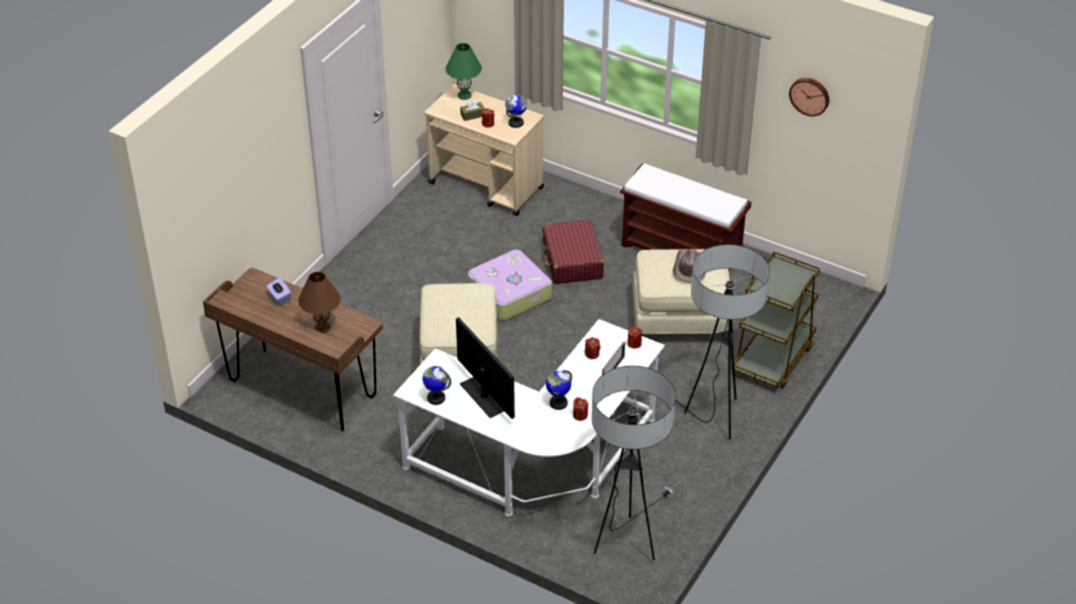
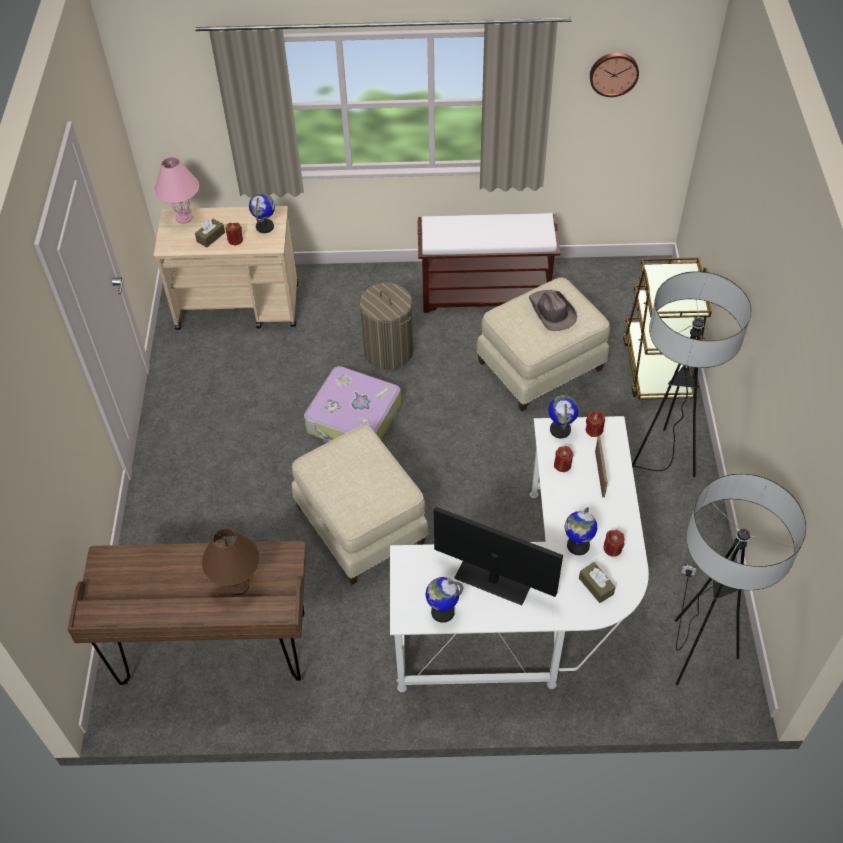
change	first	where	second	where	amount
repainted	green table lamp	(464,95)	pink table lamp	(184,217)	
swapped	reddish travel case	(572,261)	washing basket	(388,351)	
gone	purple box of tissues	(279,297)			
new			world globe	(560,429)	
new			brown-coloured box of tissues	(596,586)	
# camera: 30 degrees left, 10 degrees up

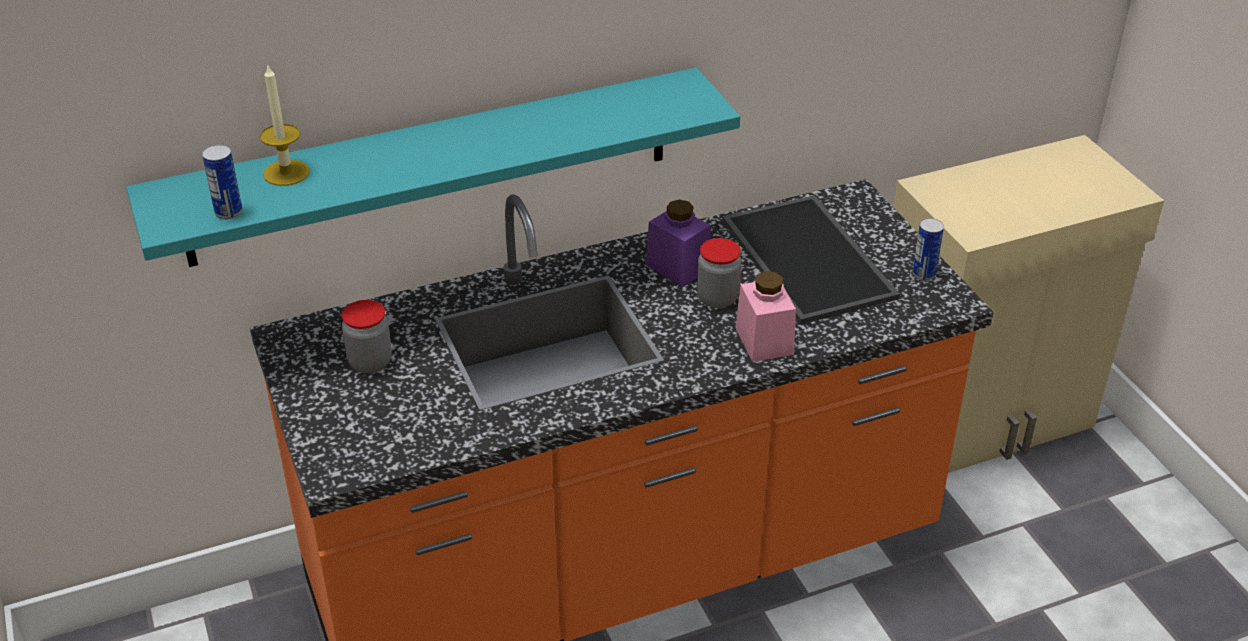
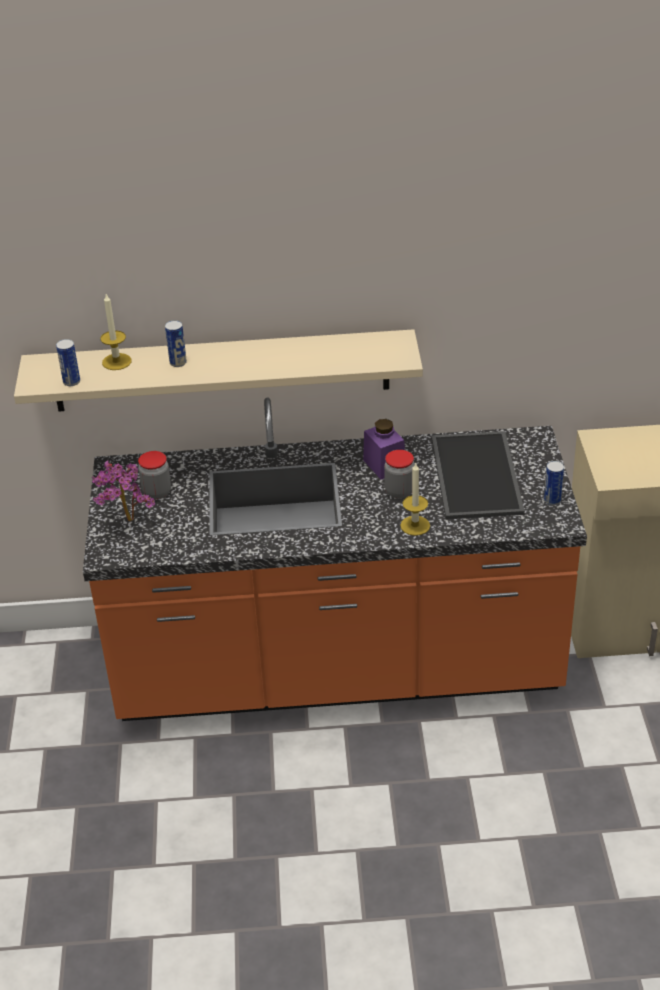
change	first	where	second	where	amount
repainted	turquoise-coloured wall shelf	(432,166)	beige-coloured wall shelf	(221,370)	
swapped	pink storage jar	(764,341)	wax candle	(415,525)	
new			can	(178,362)	
new			potted plant	(125,522)	
# camera: 20 degrees right, 0 degrees up

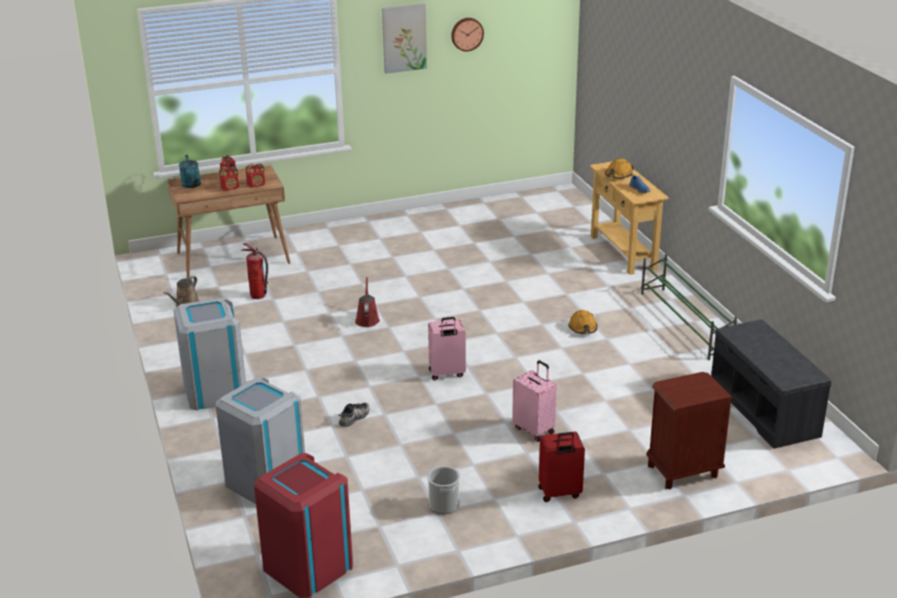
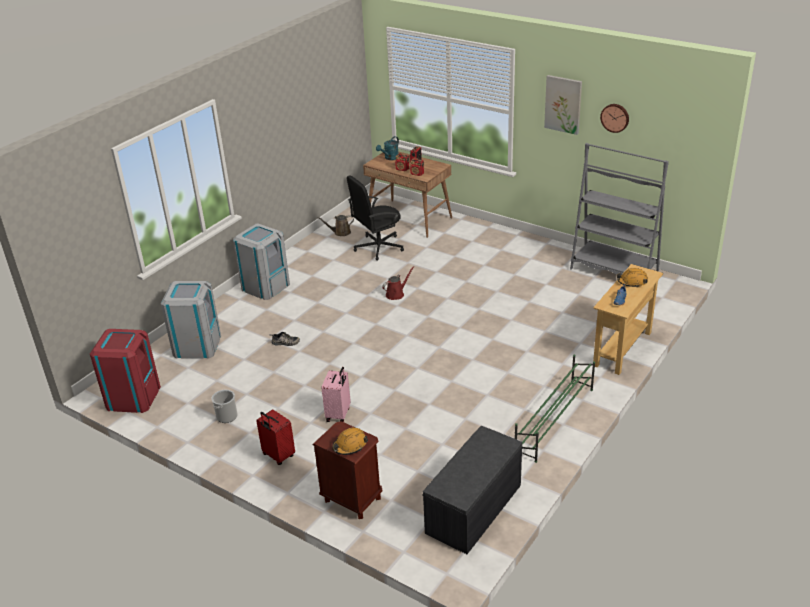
change	first	where	second	where	amount
swapped	fire extinguisher	(258,295)	blackish desk chair	(378,247)	
shifted	orangey work helmet	(583,328)		(350,445)	
gone	pink travel case	(447,374)			
new			grey shelving unit	(614,270)	
# camera: 55 degrees right, 5 degrees up

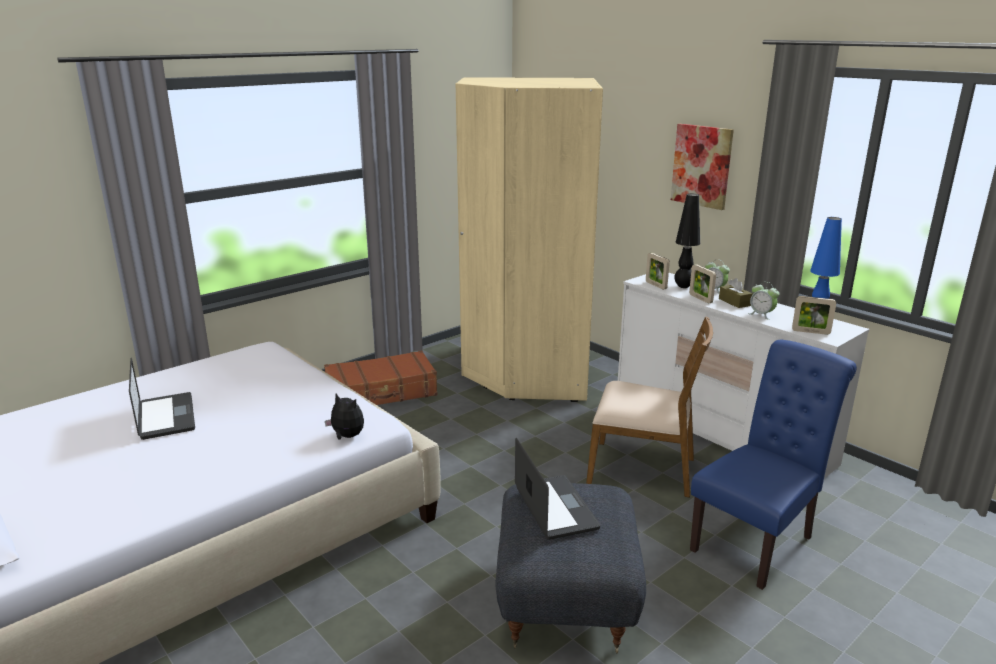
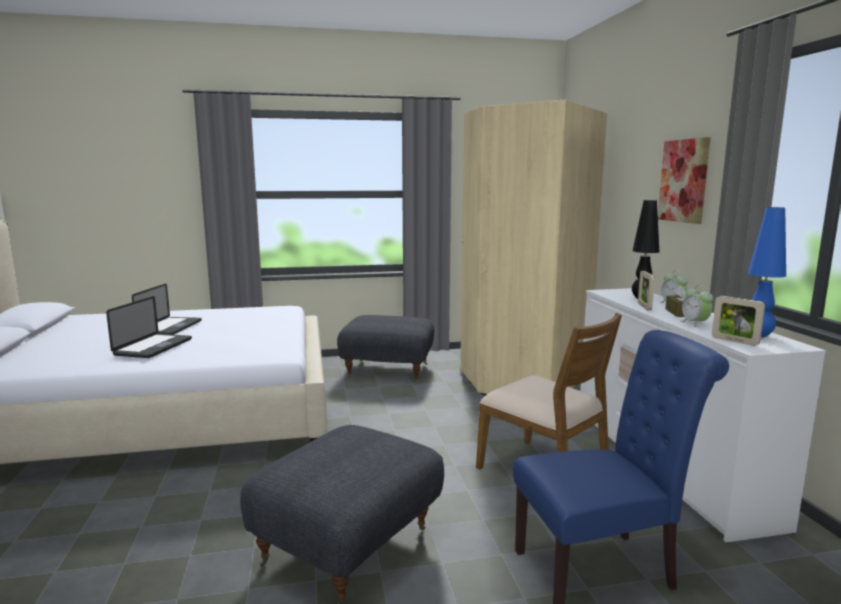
change	first	where	second	where	amount
gone	photo frame	(656,285)			
swapped	brown-coloured travel case	(382,392)	grey pouffe	(388,370)	
gone	cuddly toy	(347,437)			
shifted	portable computer	(555,508)		(153,347)	
# camera: 30 degrees right, 10 degrees down

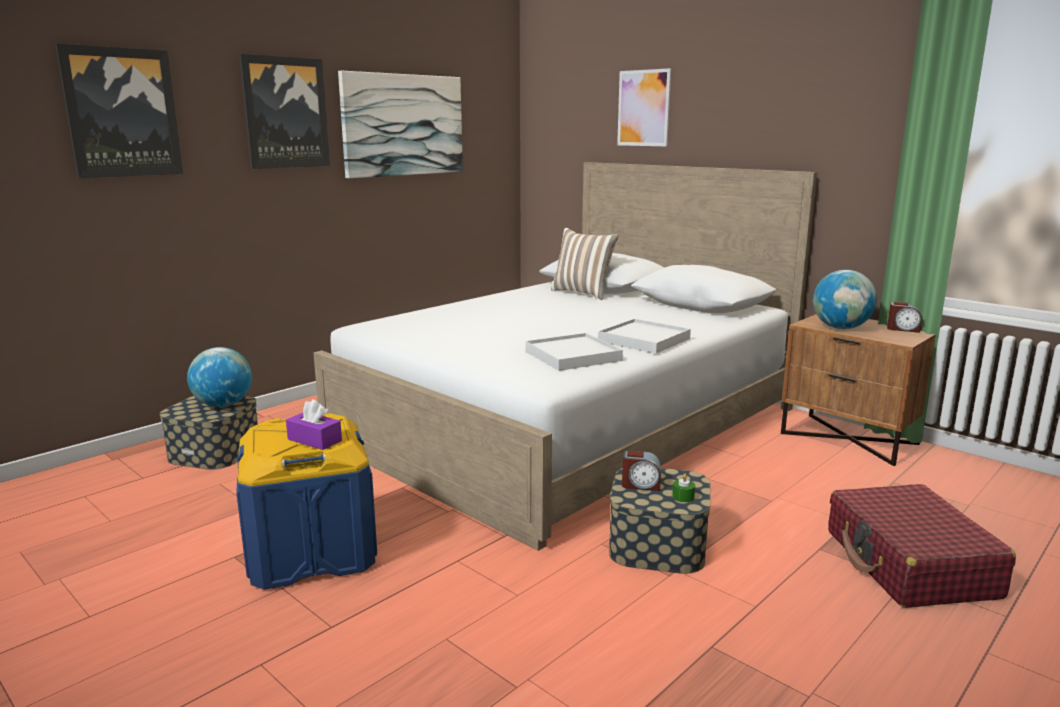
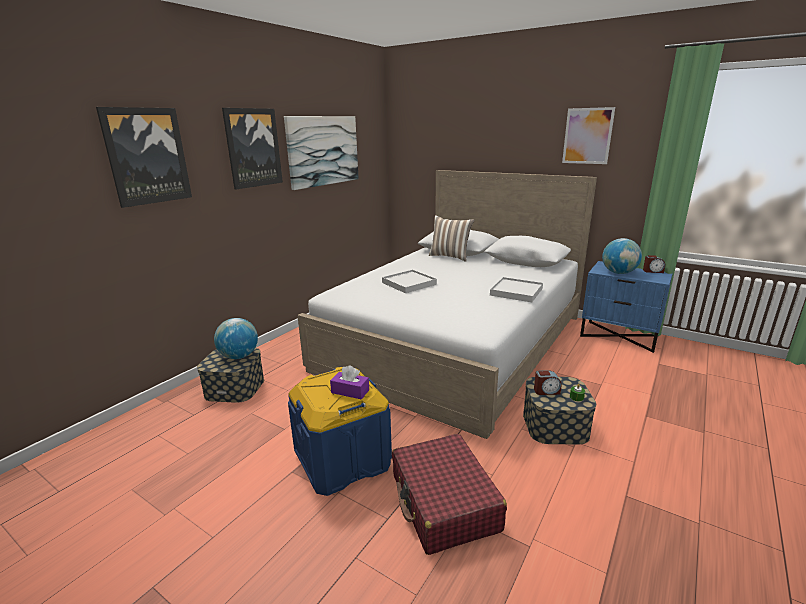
change	first	where	second	where	amount
shifted	wall art	(643,108)		(587,136)	
repainted	brown-coloured bedside table	(850,438)	bluish bedside table	(619,336)	
shifted	whitish serving tray	(572,356)		(409,283)	
shifted	reddish travel case	(909,564)		(444,503)	
# camera: 10 degrees left, 5 degrees up

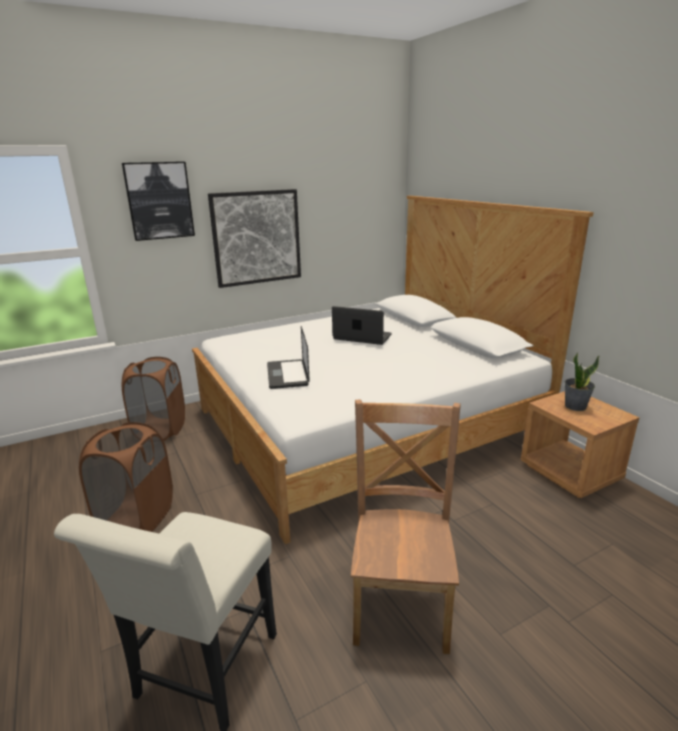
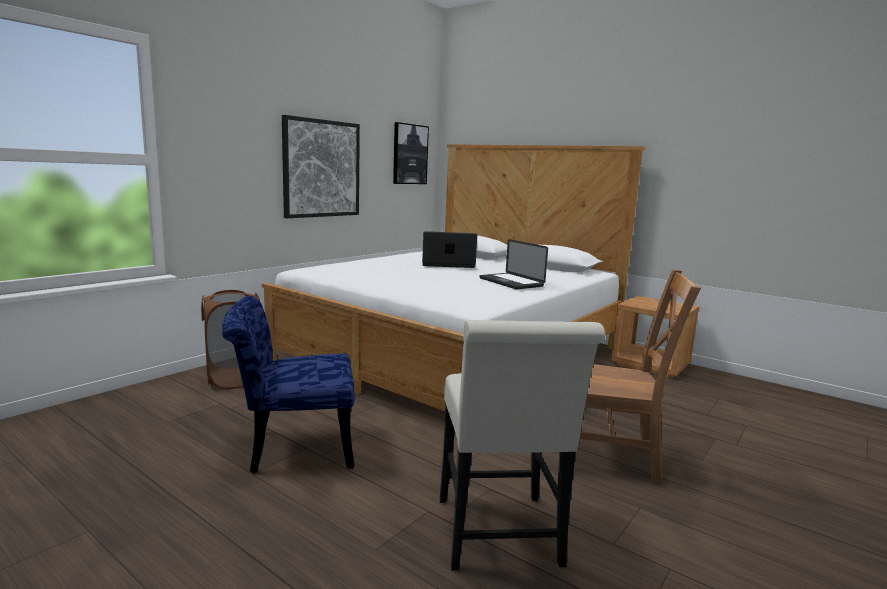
change	first	where	second	where	amount
shifted	wall art	(159,201)		(409,154)	
shifted	portable computer	(287,375)		(511,282)	
gone	potted plant	(575,406)			
rotated	brown-coloured plain chair	(401,601)		(613,456)	120 degrees clockwise
swapped	brown-coloured washing basket	(137,518)	bluish plain chair	(291,448)	
# camera: 25 degrees left, 10 degrees down

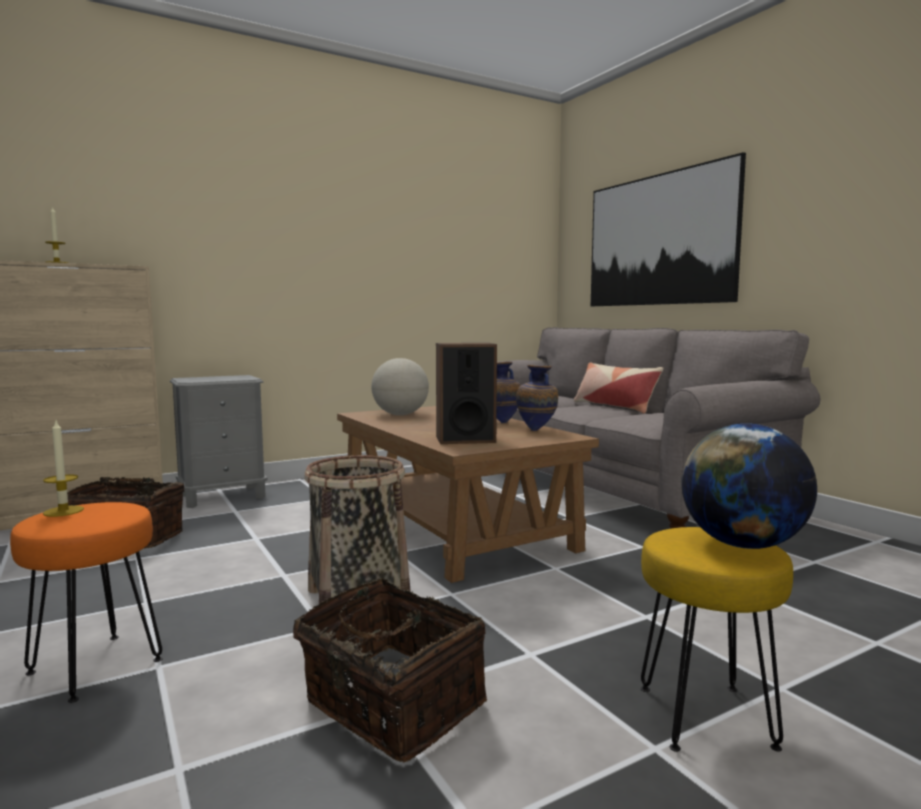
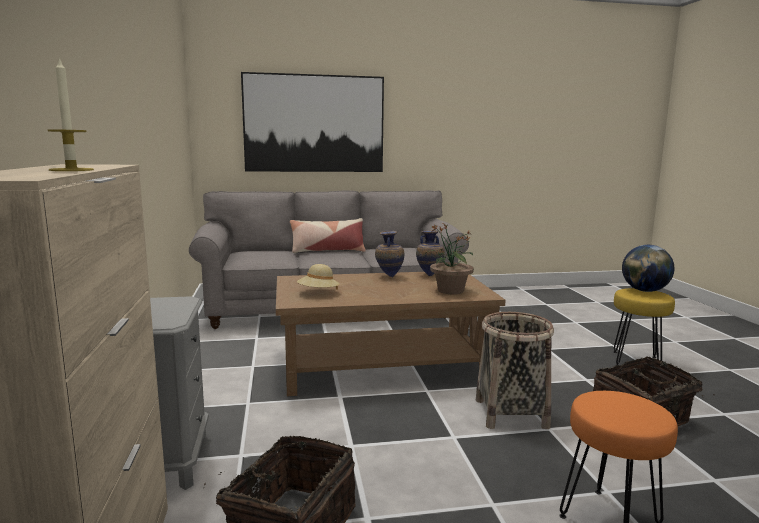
change	first	where	second	where	amount
swapped	loudspeaker	(465,439)	potted plant	(450,291)	
swapped	world globe	(400,415)	beige-coloured hat	(318,293)	
gone	wax candle	(63,511)			
# camera: 70 degrees left, 5 degrees up

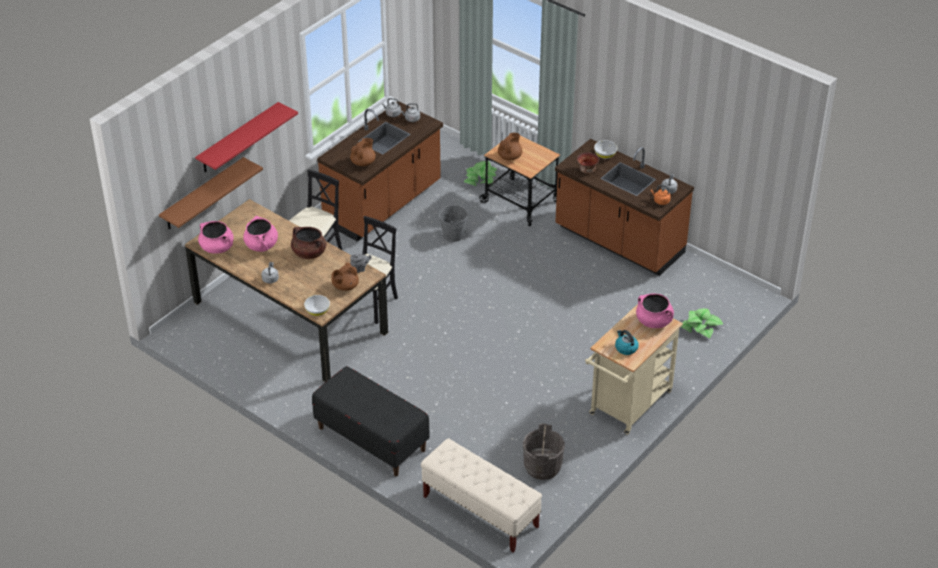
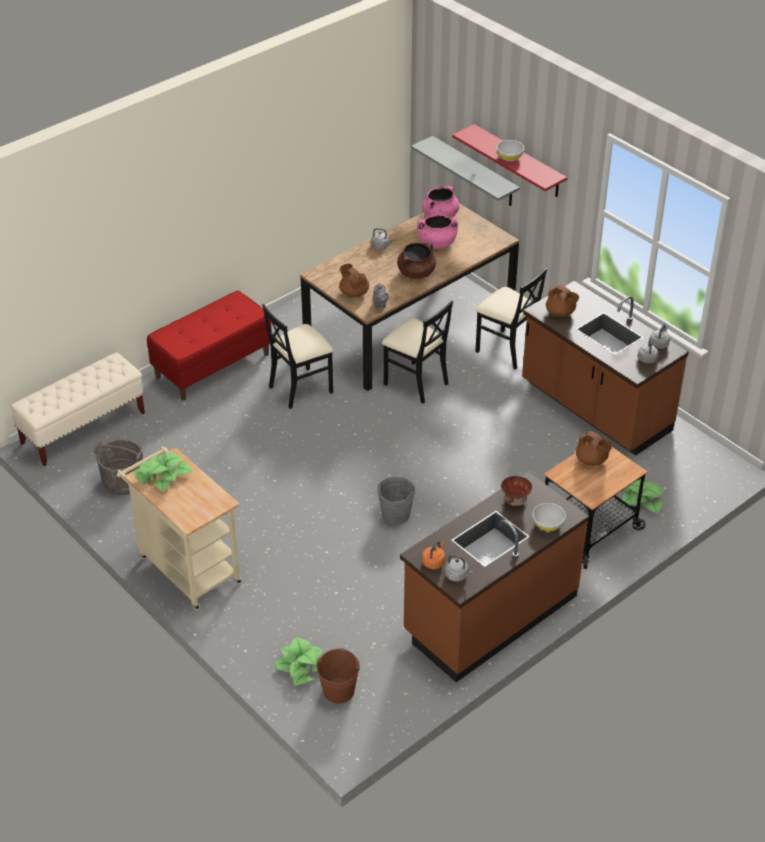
change	first	where	second	where	amount
repainted	brown-coloured wall shelf	(203,194)	grey wall shelf	(474,172)	
shifted	grey bucket	(453,235)		(395,514)	
gone	pink saucepot	(654,321)			
shifted	whitish bowl	(317,311)		(509,157)	
swapped	tea kettle	(626,348)	potted plant	(162,476)	
repainted	blackish long seat	(371,439)	reddish long seat	(212,365)	
new			blackish plain chair	(301,388)	
new			brown-coloured bucket	(338,691)	
# camera: 100 degrees right, 0 degrees up

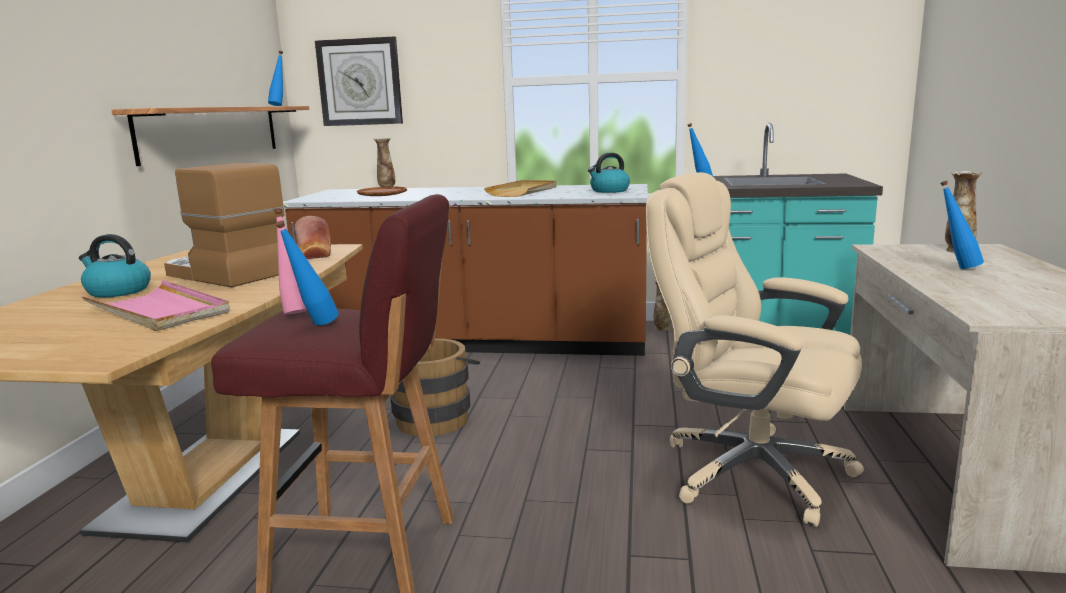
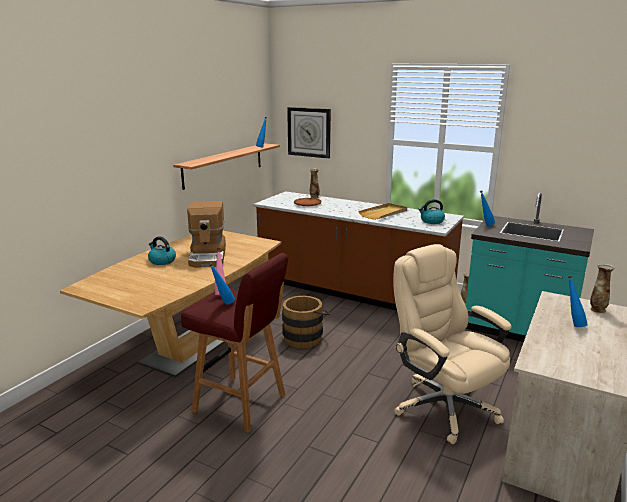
change	first	where	second	where	amount
rotated	coffee brewer	(225,274)		(208,256)	150 degrees counterclockwise
gone	bakery bread	(314,253)			
gone	pink serving tray	(159,311)			
# camera: 20 degrees right, 5 degrees up

